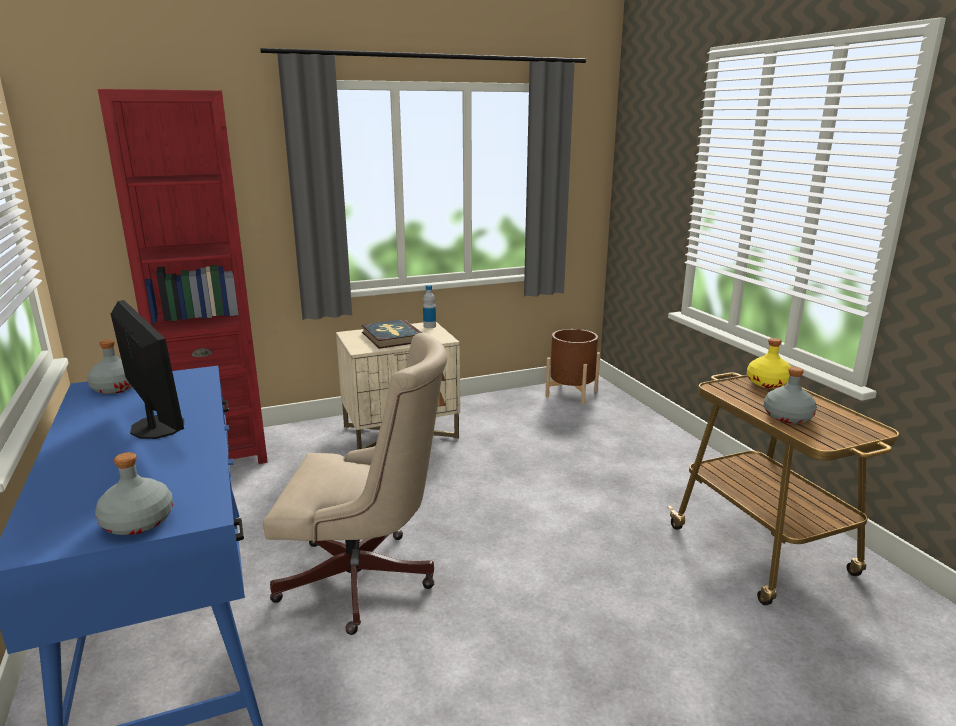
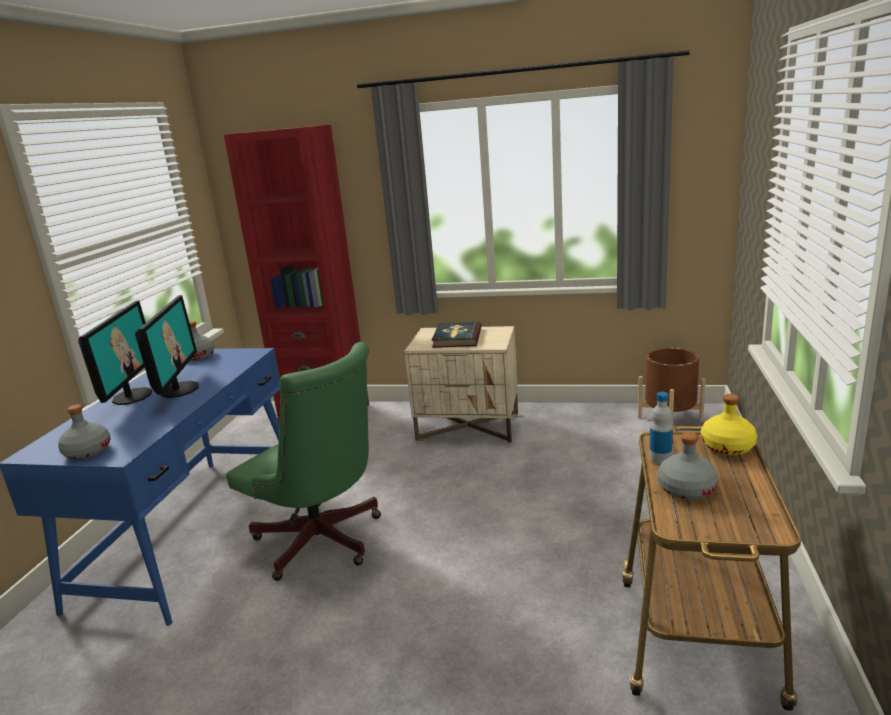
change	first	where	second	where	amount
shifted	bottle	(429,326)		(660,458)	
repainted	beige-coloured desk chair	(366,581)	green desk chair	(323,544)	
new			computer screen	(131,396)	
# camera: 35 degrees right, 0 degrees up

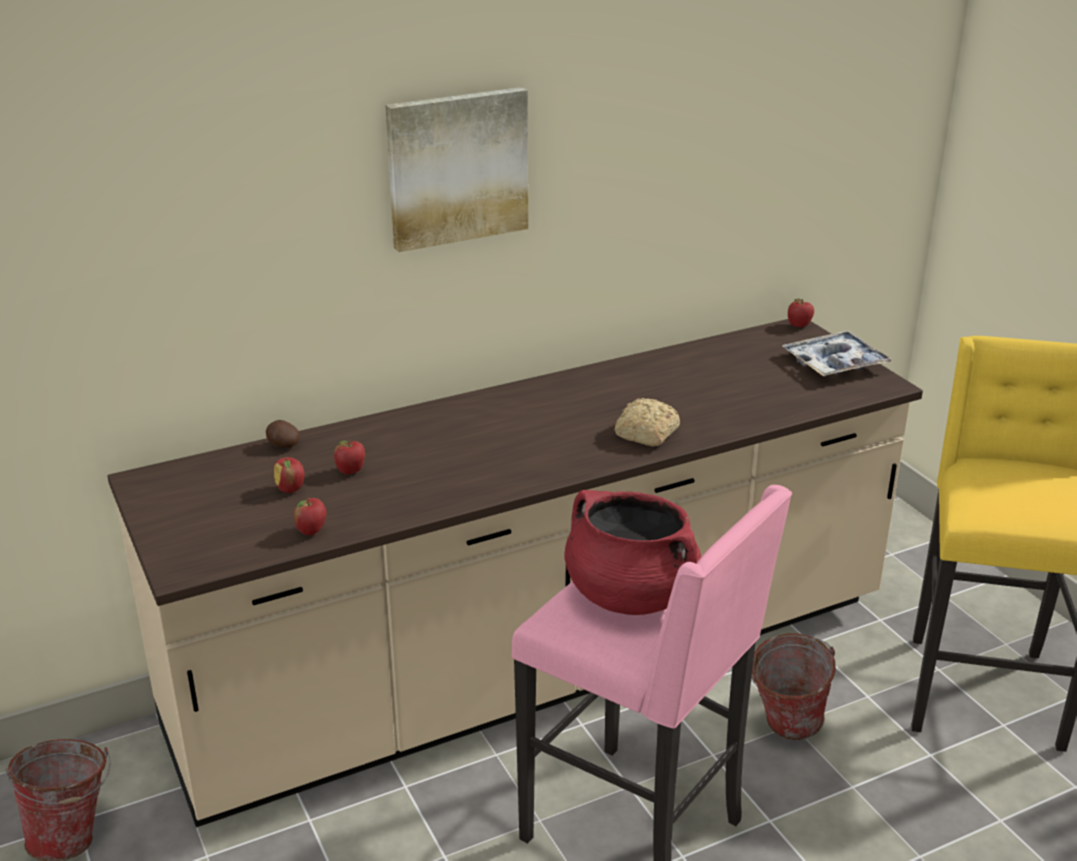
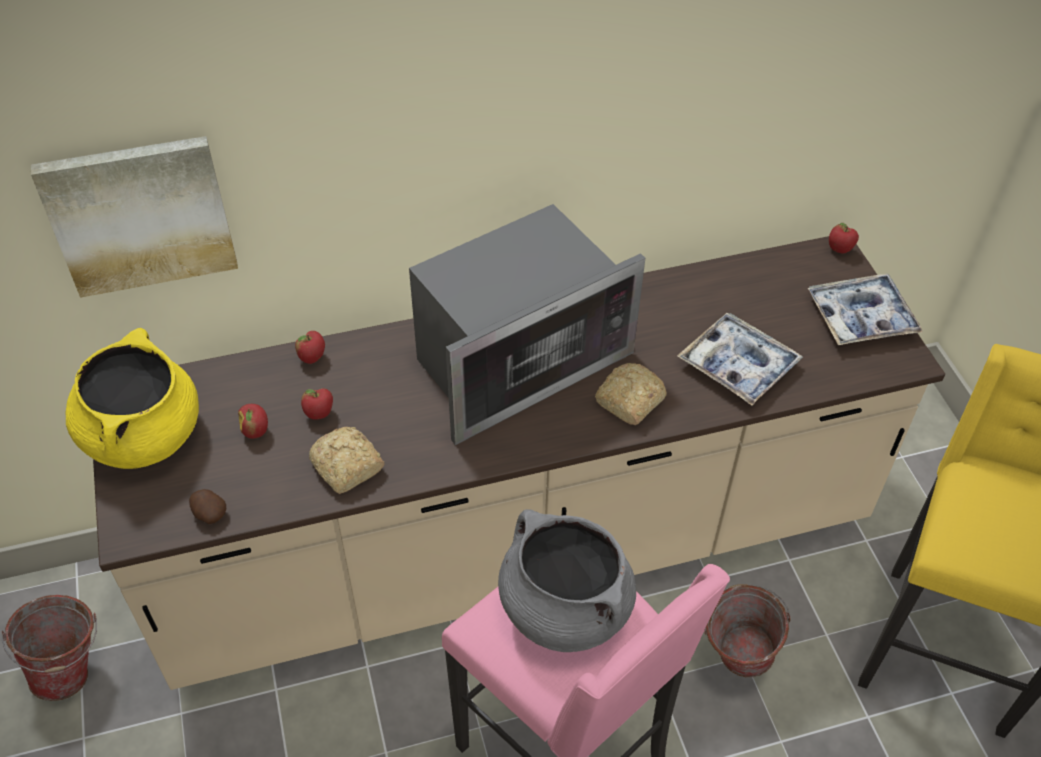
change	first	where	second	where	amount
shifted	wall art	(457,167)		(140,214)	
shifted	potato	(283,445)		(209,513)	
repainted	reddish saucepot	(629,595)	grey saucepot	(564,608)	
shifted	apple	(312,531)		(312,358)	
new			kitchen microwave	(516,362)	
new			serving tray	(738,365)	
new			yellow saucepot	(143,435)	
new			bakery bread	(347,468)	
# camera: 10 degrees right, 20 degrees up

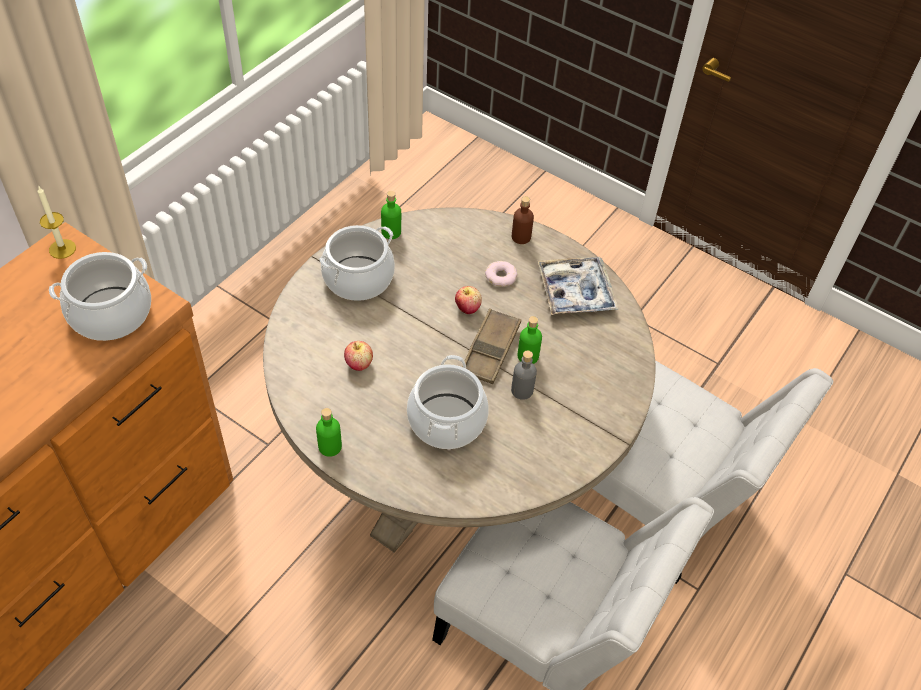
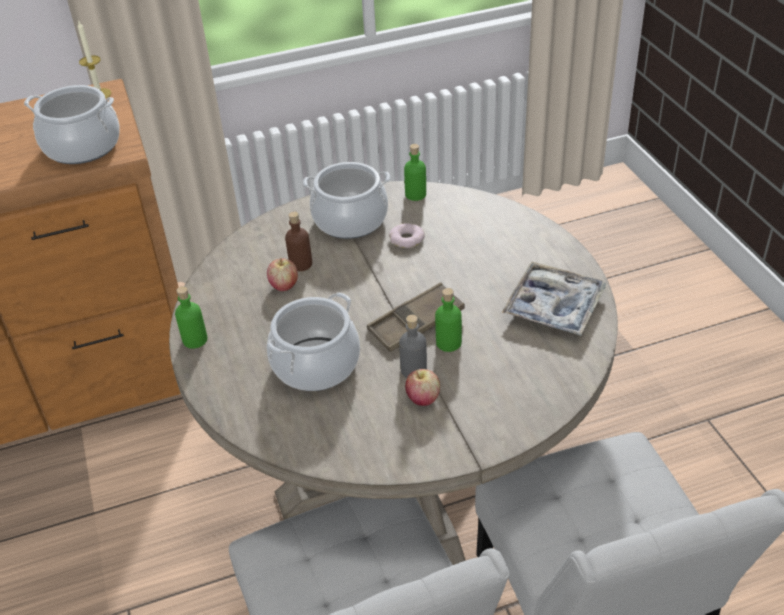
change	first	where	second	where	amount
shifted	brown-coloured bottle	(521,237)		(300,264)	
shifted	donut	(501,276)		(407,239)	
shifted	apple	(467,308)		(423,399)	
# camera: 40 degrees right, 10 degrees down

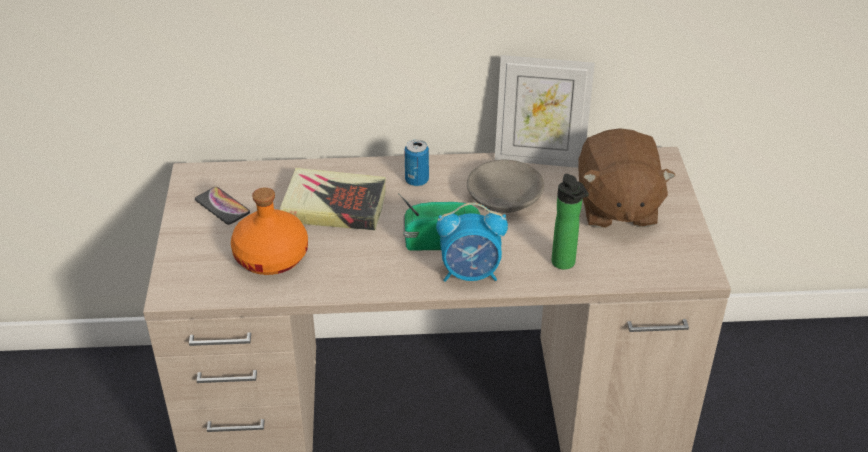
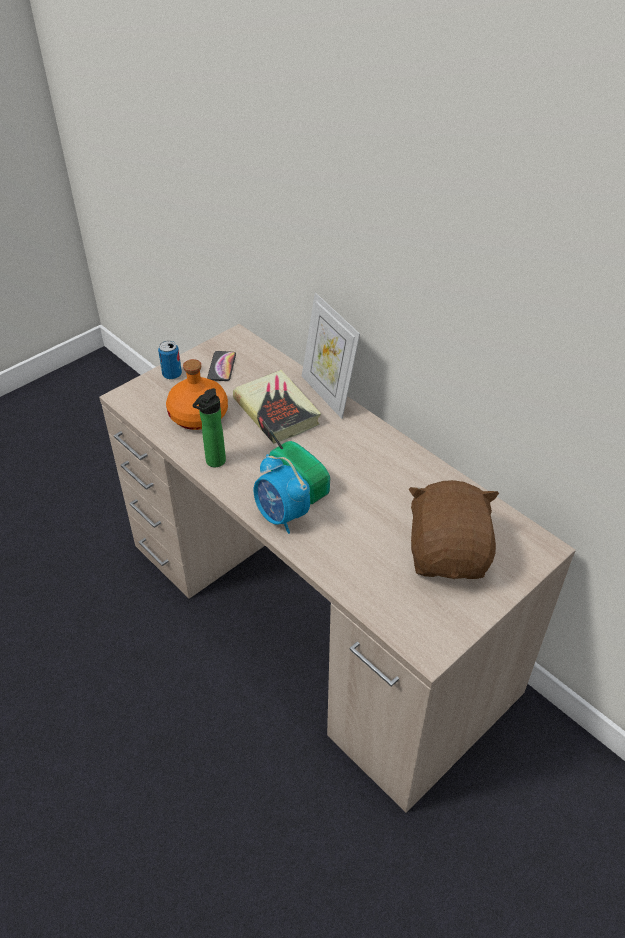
change	first	where	second	where	amount
shifted	photo frame	(539,158)		(328,394)	
rotated	brown-coloured cuddly toy	(616,207)		(448,554)	135 degrees clockwise
shifted	can	(417,180)		(172,374)	
gone	grey bowl	(503,197)			
shifted	bottle	(565,264)		(214,463)	
# camera: 50 degrees right, 5 degrees up

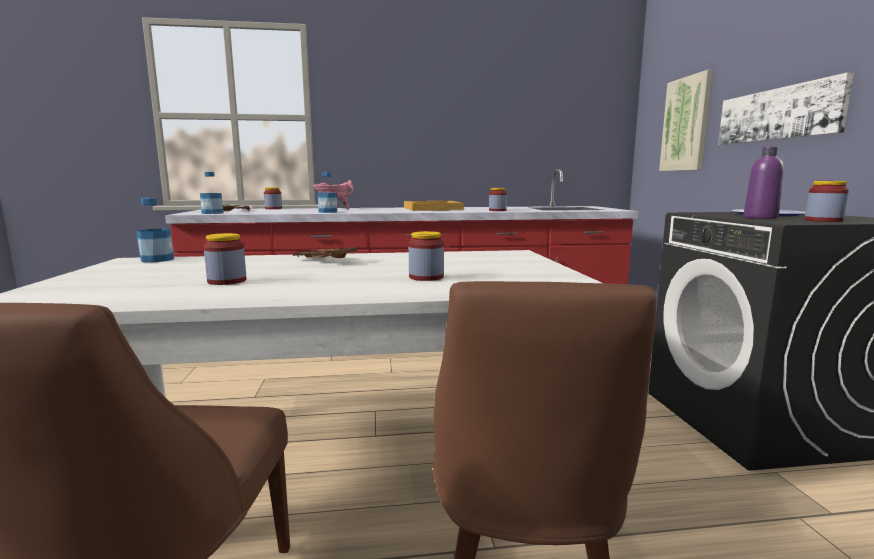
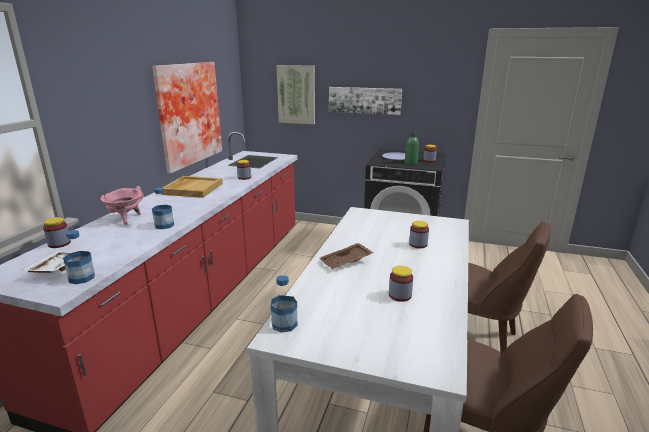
change	first	where	second	where	amount
repainted	purple bottle	(760,217)	green bottle	(411,163)	
new			wall art	(187,114)	
# camera: 65 degrees left, 10 degrees up

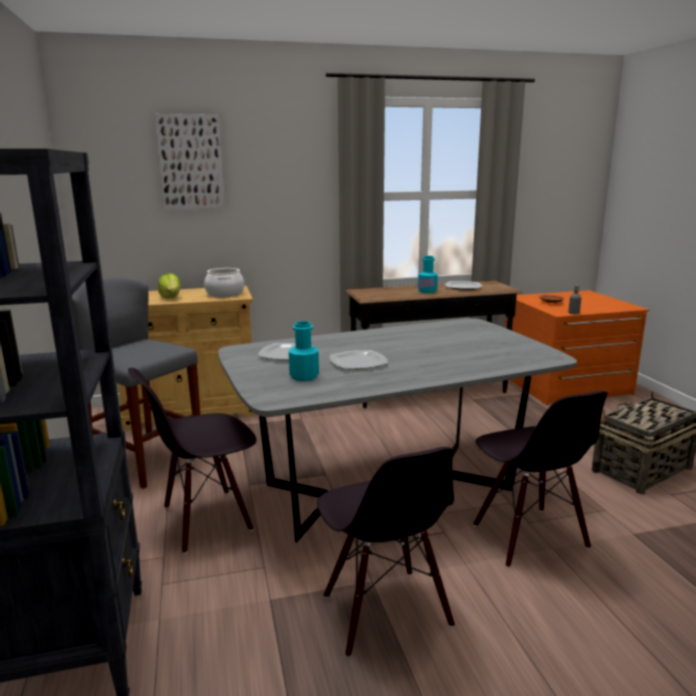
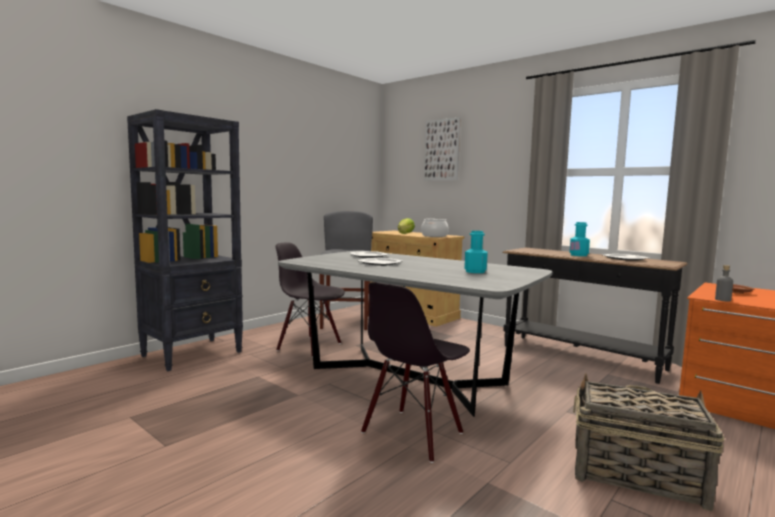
change	first	where	second	where	amount
shifted	turquoise-coloured bottle	(304,376)		(475,271)	
gone	blackish plain chair	(384,611)			
# camera: 55 degrees right, 10 degrees down

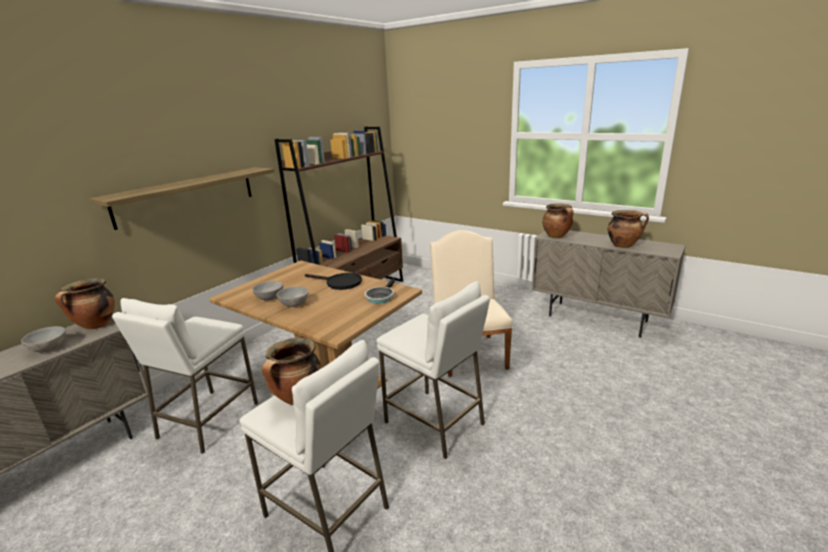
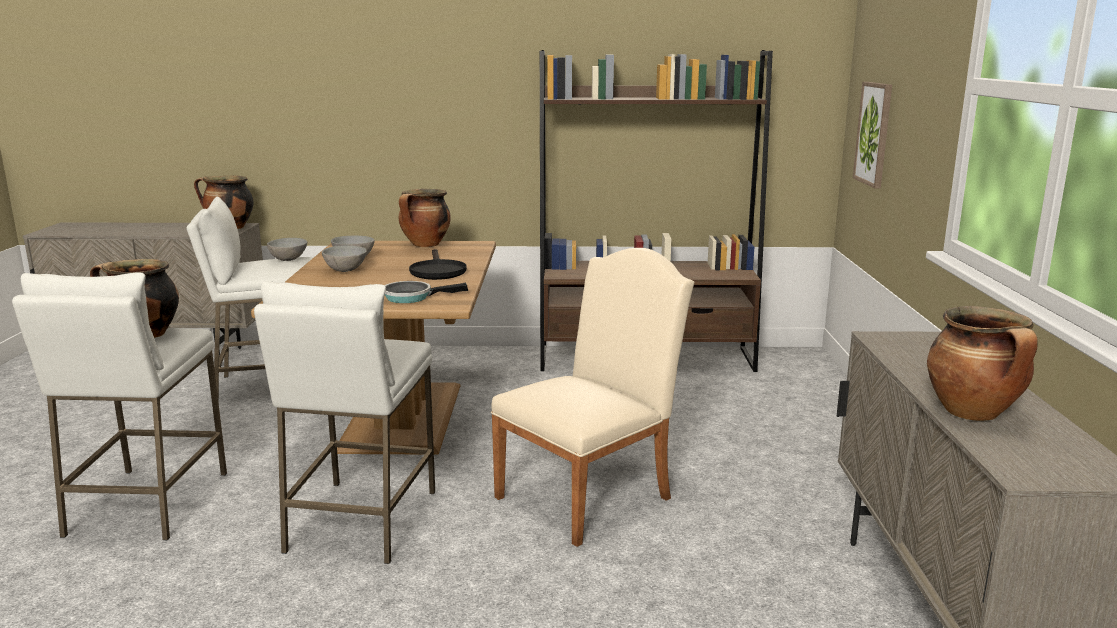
change	first	where	second	where	amount
gone	wall shelf	(187,196)			
shifted	saucepot	(557,236)		(425,245)	
shifted	grey bowl	(49,348)		(289,259)	
new			wall art	(874,134)	
# camera: 55 degrees right, 5 degrees down

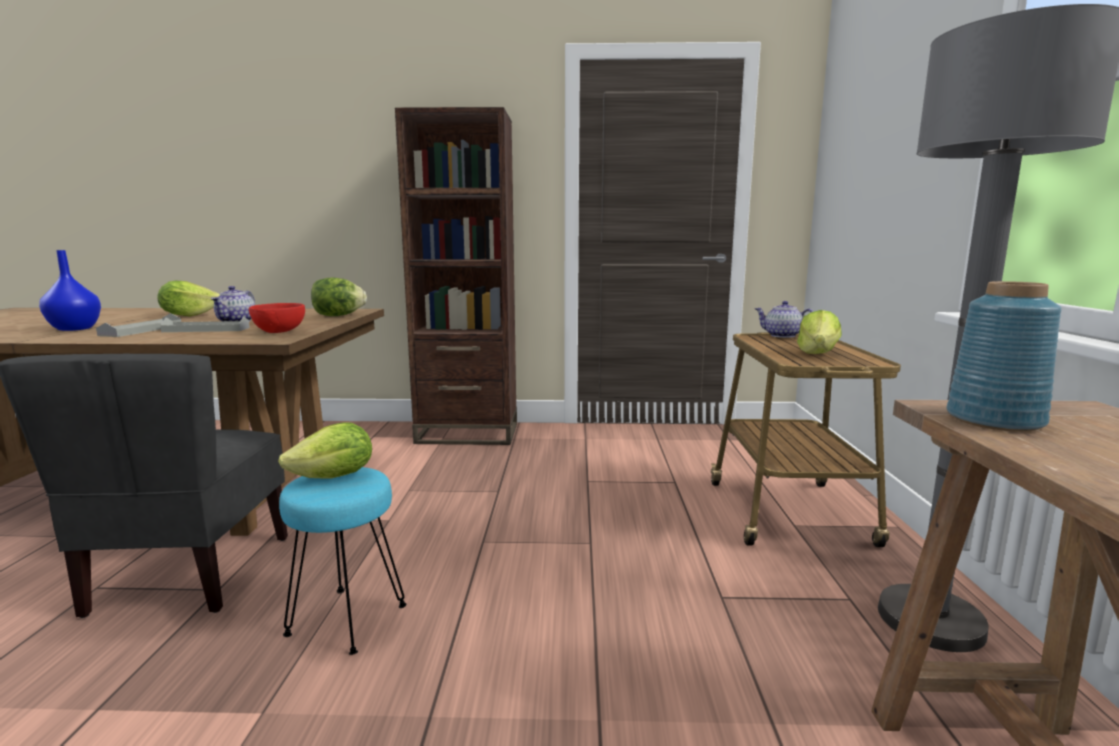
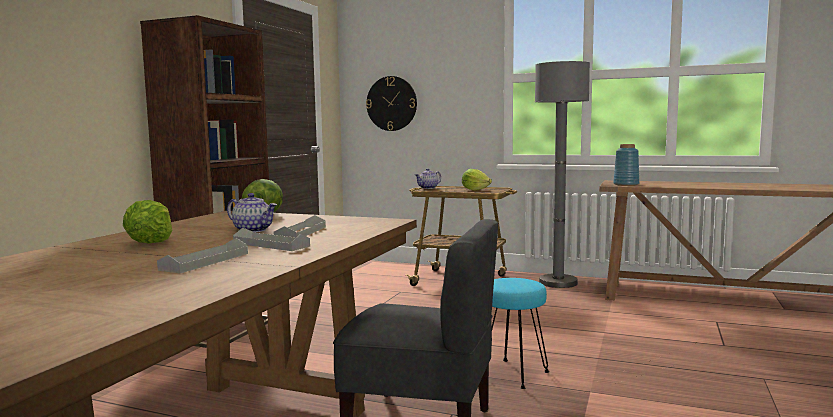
change	first	where	second	where	amount
swapped	bluish vase	(76,328)	grey serving tray	(205,261)	
gone	reddish bowl	(278,332)			
gone	head of lettuce	(334,477)			
new			clock on the wall	(391,103)	
# camera: 70 degrees left, 5 degrees down

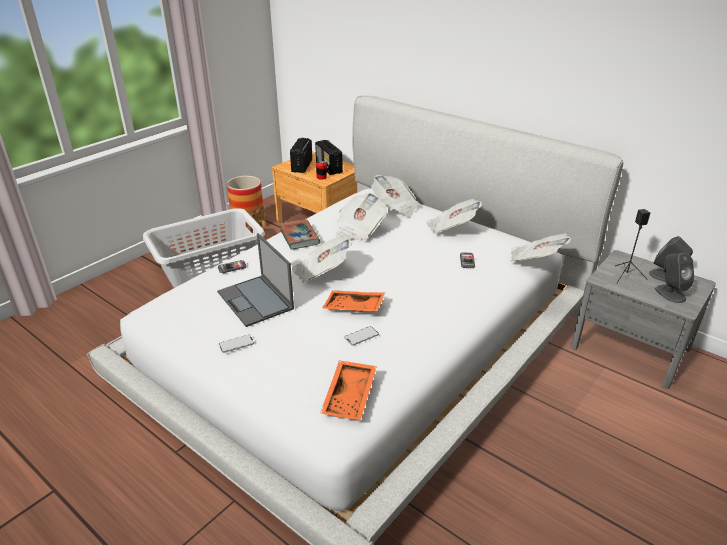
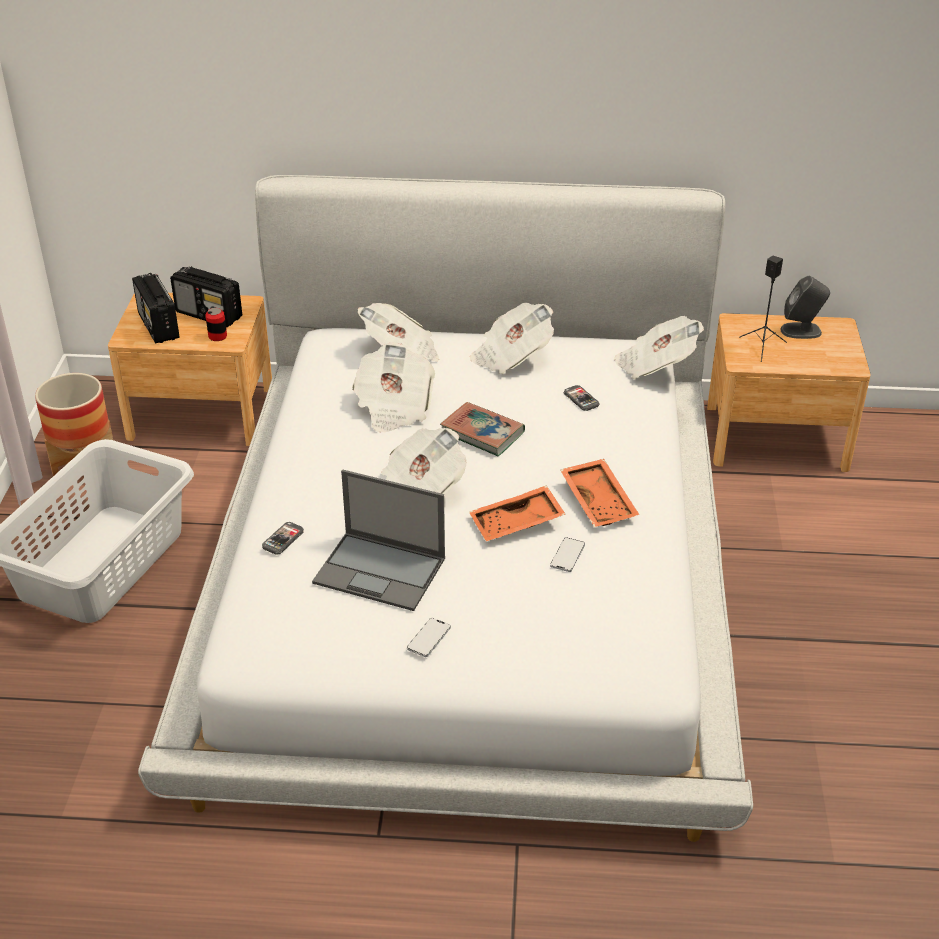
change	first	where	second	where	amount
shifted	volume	(299,237)		(482,433)	
repainted	grey bedside table	(630,348)	brown-coloured bedside table	(776,437)	
gone	grey loudspeaker	(669,293)			
shifted	orangey serving tray	(351,397)		(600,501)	
# camera: 35 degrees left, 5 degrees up

